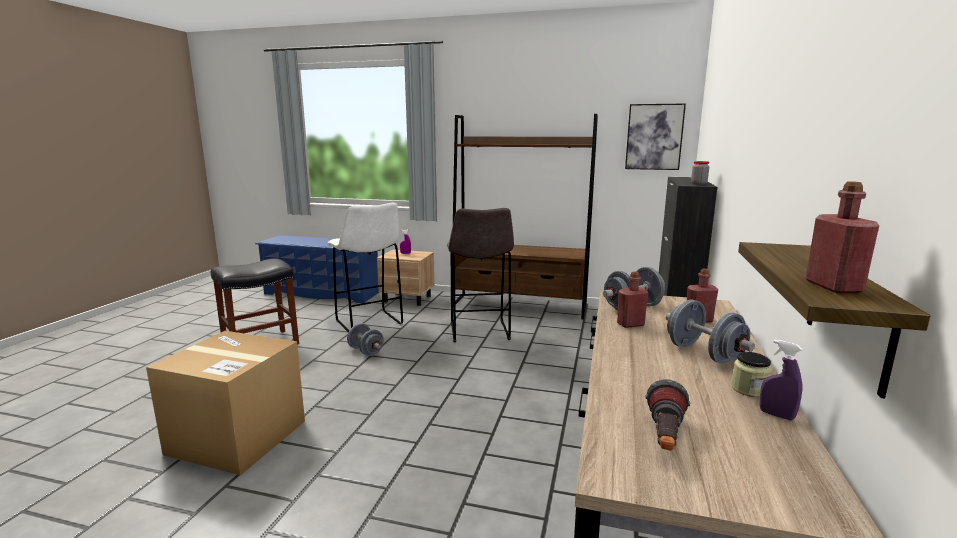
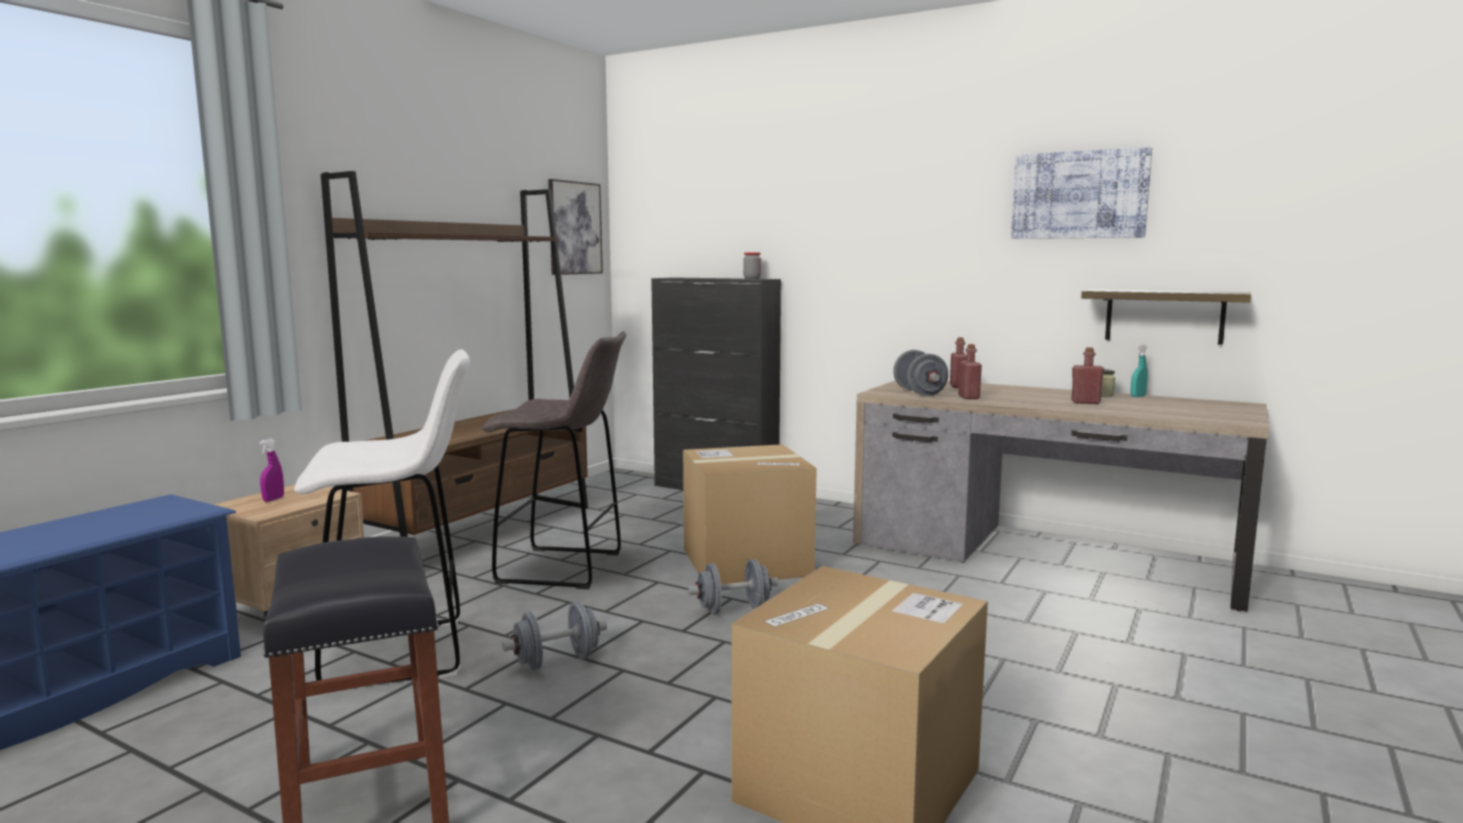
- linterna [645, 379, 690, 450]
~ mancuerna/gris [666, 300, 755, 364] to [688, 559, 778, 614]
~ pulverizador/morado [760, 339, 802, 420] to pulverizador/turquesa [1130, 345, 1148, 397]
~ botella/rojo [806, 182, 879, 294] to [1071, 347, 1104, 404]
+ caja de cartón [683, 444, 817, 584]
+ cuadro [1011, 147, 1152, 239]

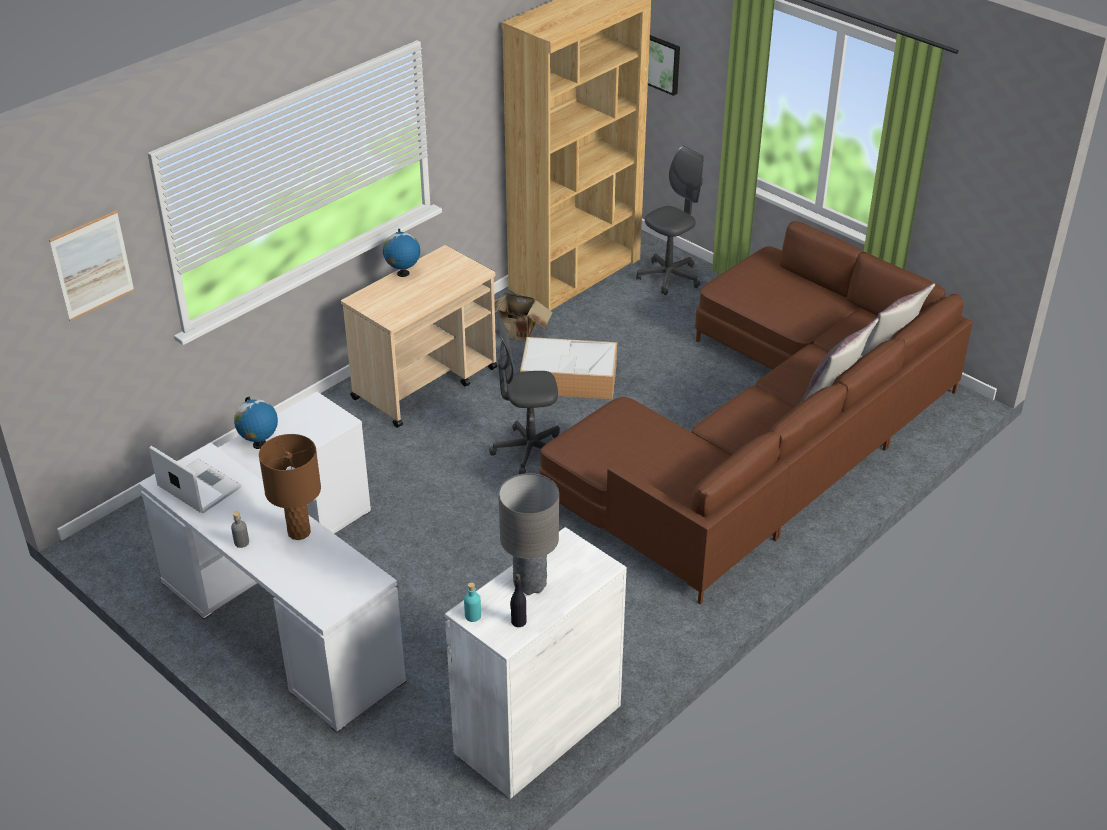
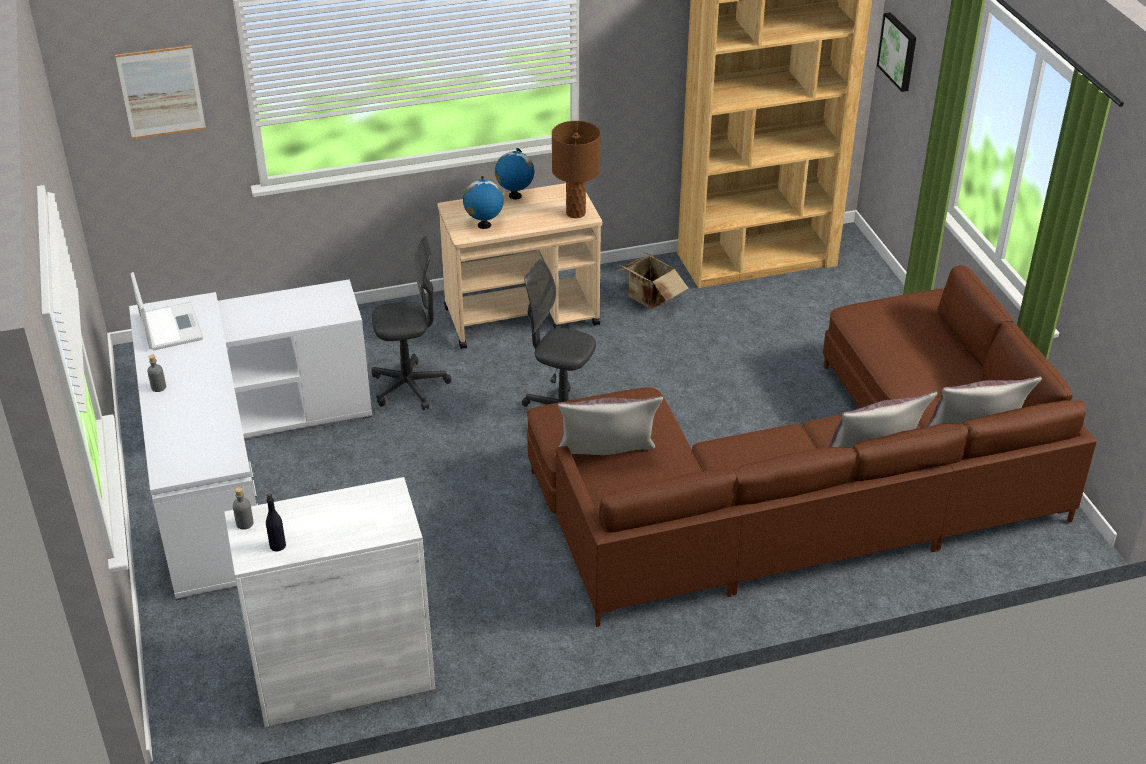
~ globo terráqueo [234, 396, 278, 449] to [463, 176, 504, 229]
~ lámpara de mesa/marrón [259, 434, 321, 540] to [552, 121, 601, 218]
~ botella/turquesa [464, 582, 481, 622] to botella/gris [233, 487, 254, 530]
- lámpara de mesa/gris [498, 473, 559, 595]
- caja de almacenaje [520, 337, 617, 399]
~ silla de oficina/gris [636, 146, 704, 295] to [371, 236, 451, 410]
+ cojín/gris [555, 396, 663, 455]

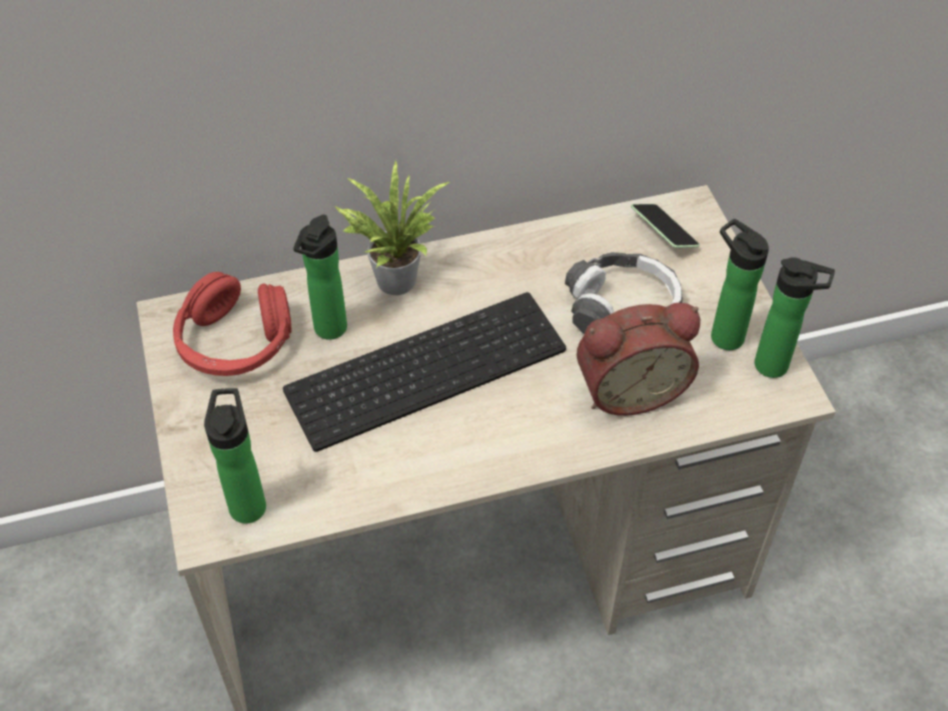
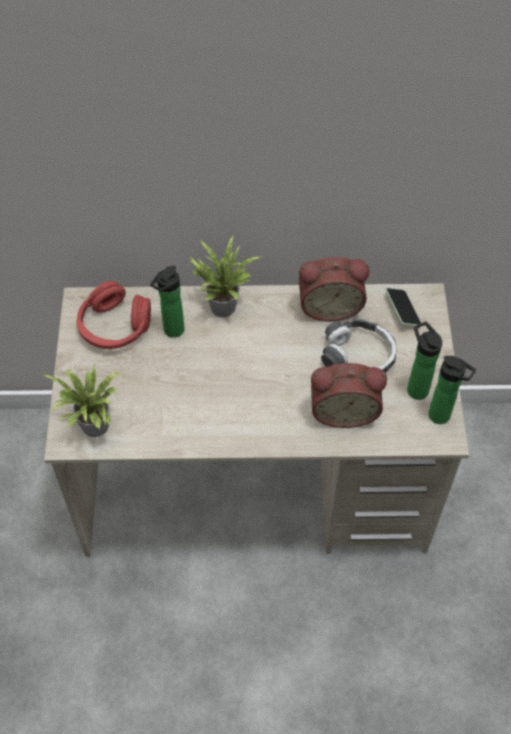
~ botella [204, 388, 266, 524] to planta en maceta [44, 364, 119, 437]
- teclado [283, 292, 566, 452]
+ despertador [299, 257, 370, 322]

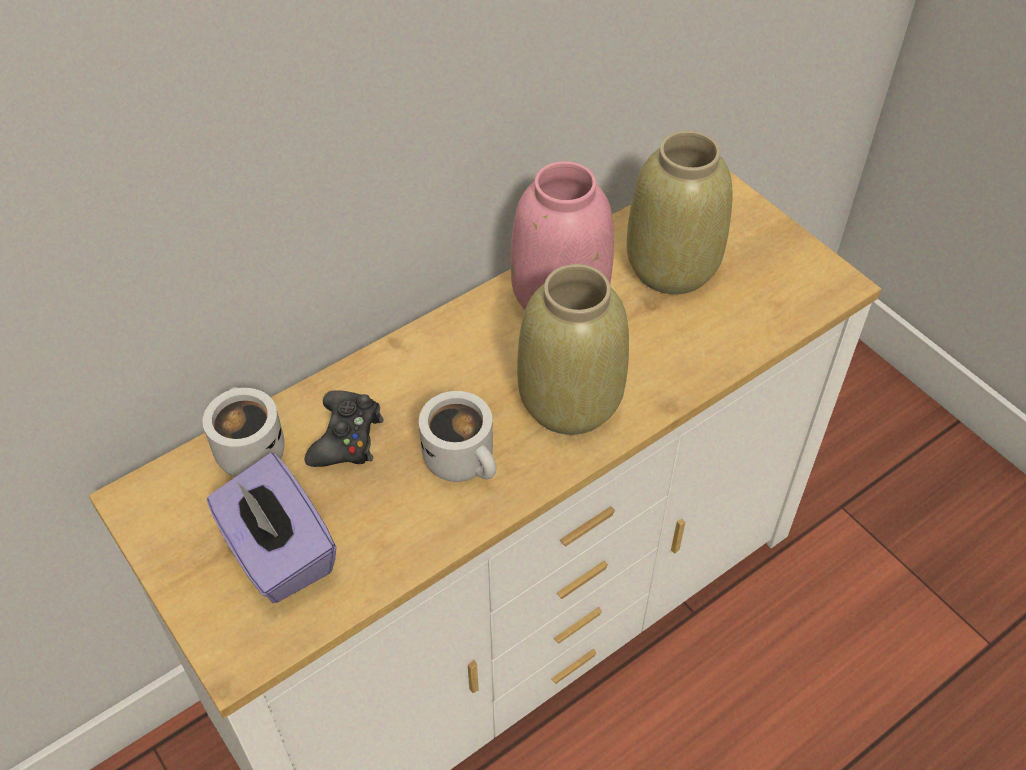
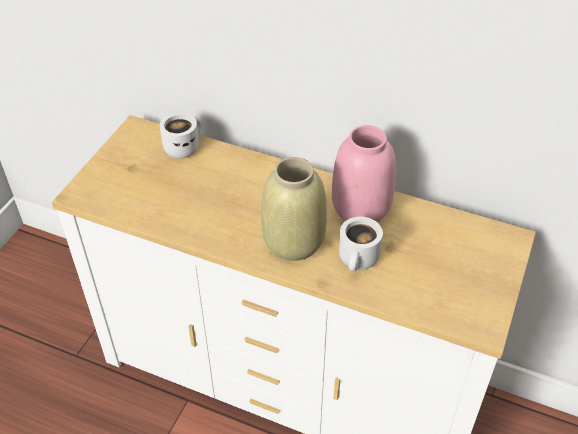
- caja de pañuelos/morado [207, 453, 336, 603]
- mando de consola/negro [305, 390, 384, 467]
~ taza grande/blanco [419, 391, 496, 482] to [339, 217, 383, 272]
- florero/beis [627, 131, 732, 294]

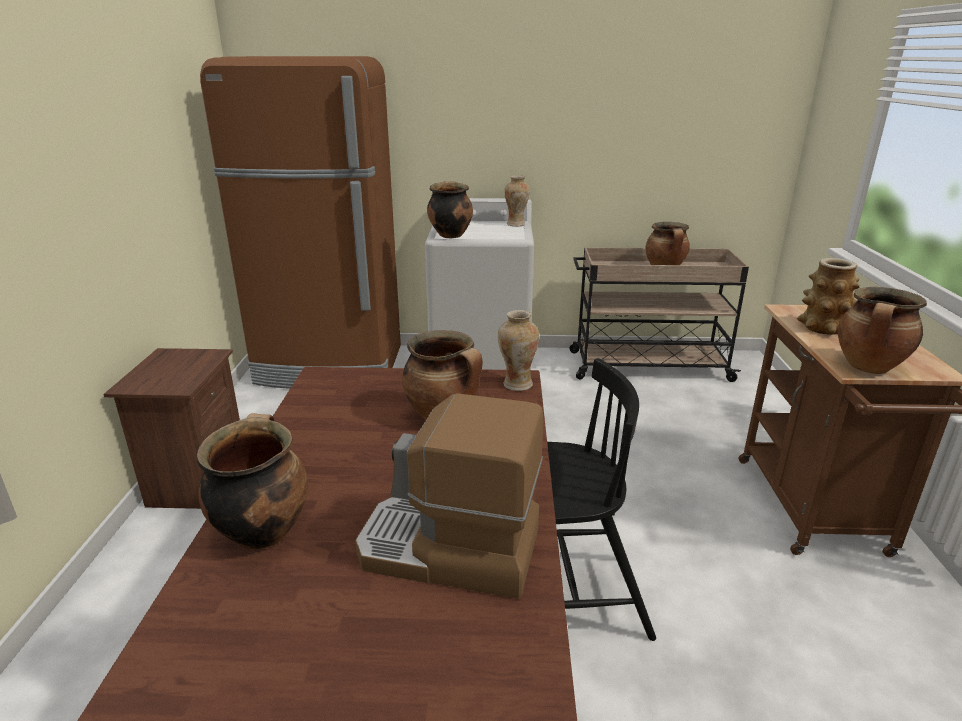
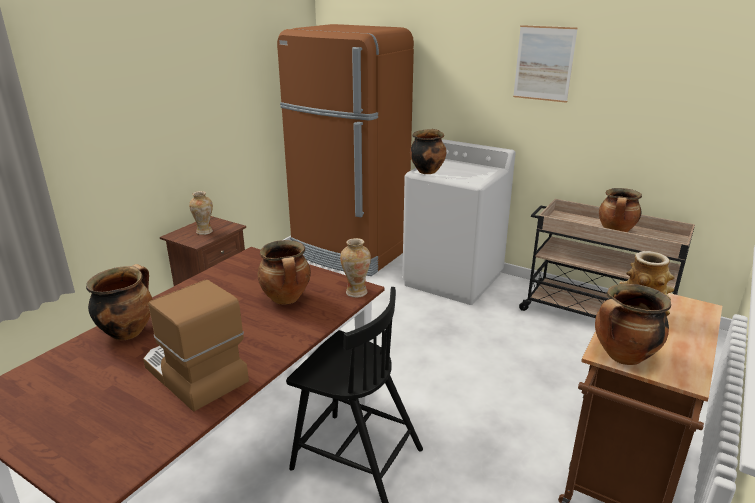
~ florero [505, 175, 530, 226] to [189, 191, 213, 235]
+ cuadro [513, 25, 578, 103]

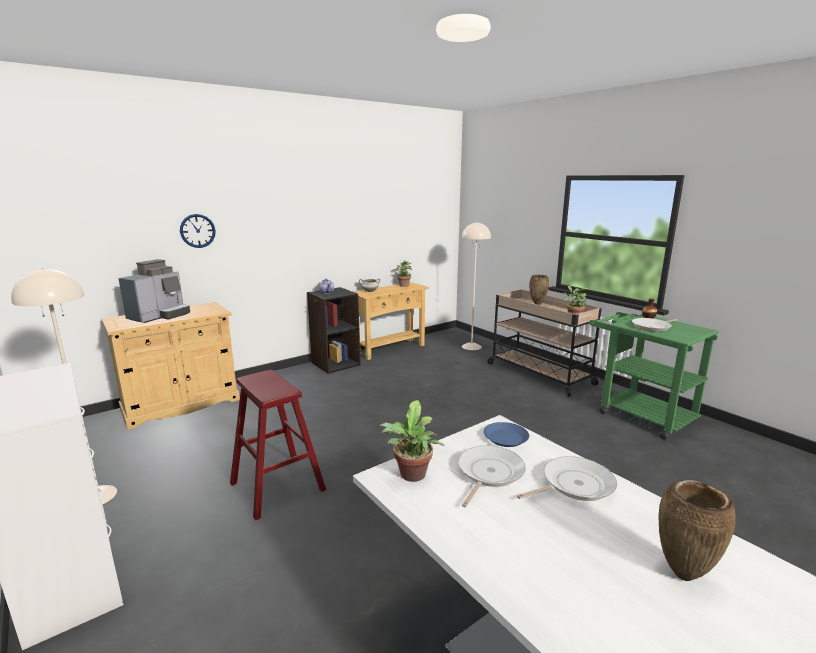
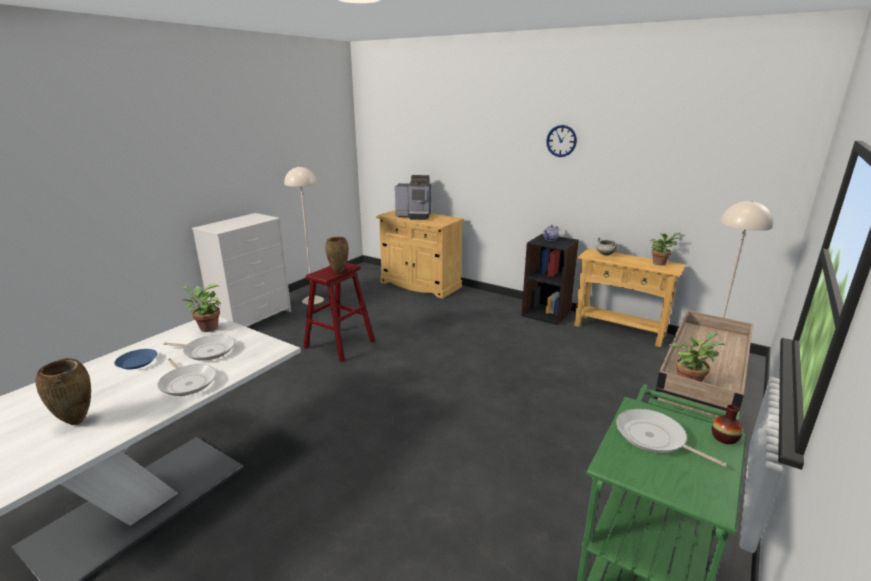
~ reloj de pared [180, 214, 216, 248] to [546, 125, 577, 157]
~ plato/azul [484, 422, 529, 447] to [114, 349, 157, 369]
~ florero/marrón [529, 275, 549, 305] to [325, 237, 349, 273]

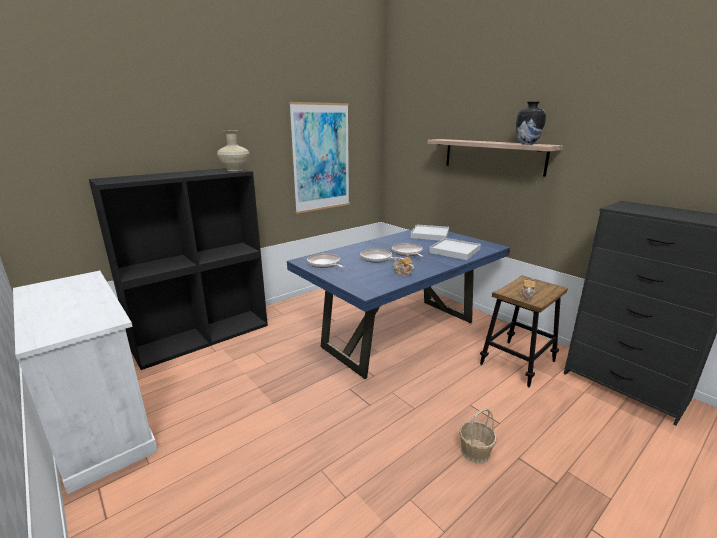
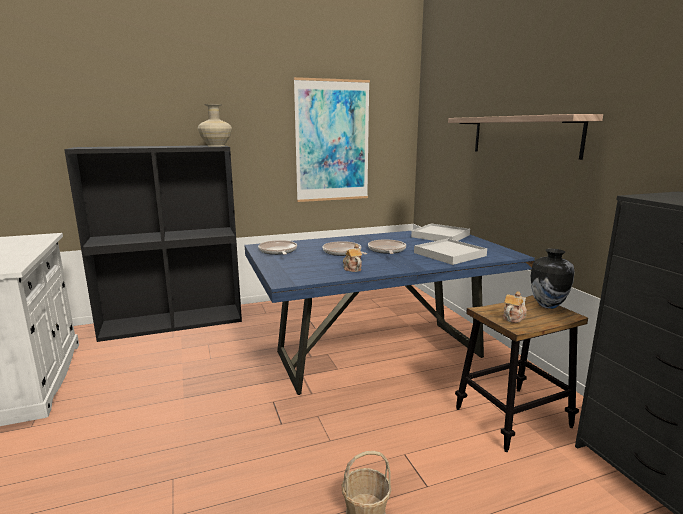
~ florero [516, 102, 546, 145] to [531, 249, 575, 309]

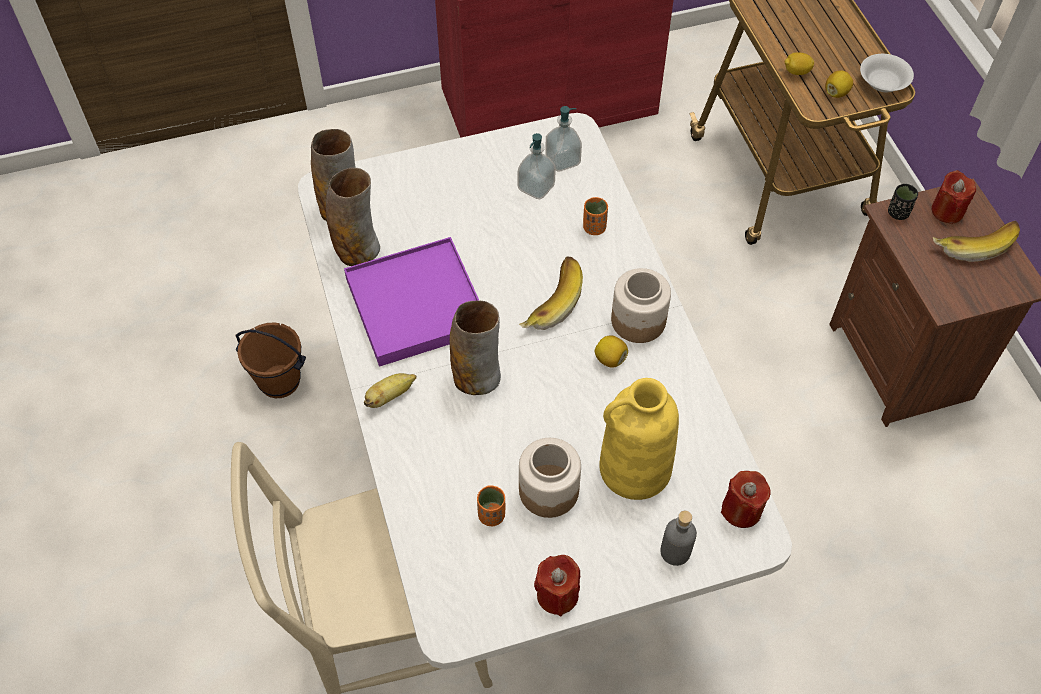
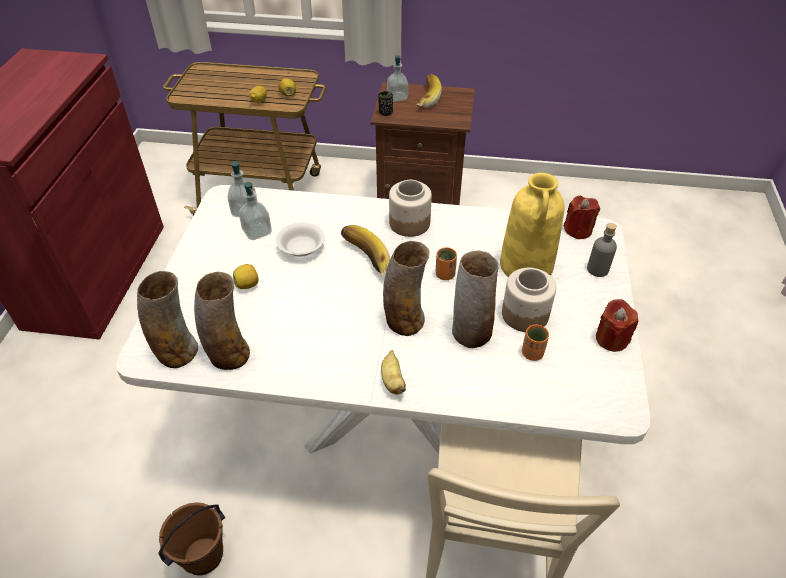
- bandeja/morado [344, 237, 479, 367]
~ taza/naranja [583, 197, 608, 235] to [436, 247, 457, 280]
~ limón [595, 336, 628, 367] to [233, 264, 259, 289]
~ cuenco/blanco [860, 54, 914, 92] to [276, 222, 325, 257]
~ vela/rojo [931, 170, 976, 224] to dispensador de jabón [387, 55, 408, 102]
+ florero [452, 250, 498, 348]

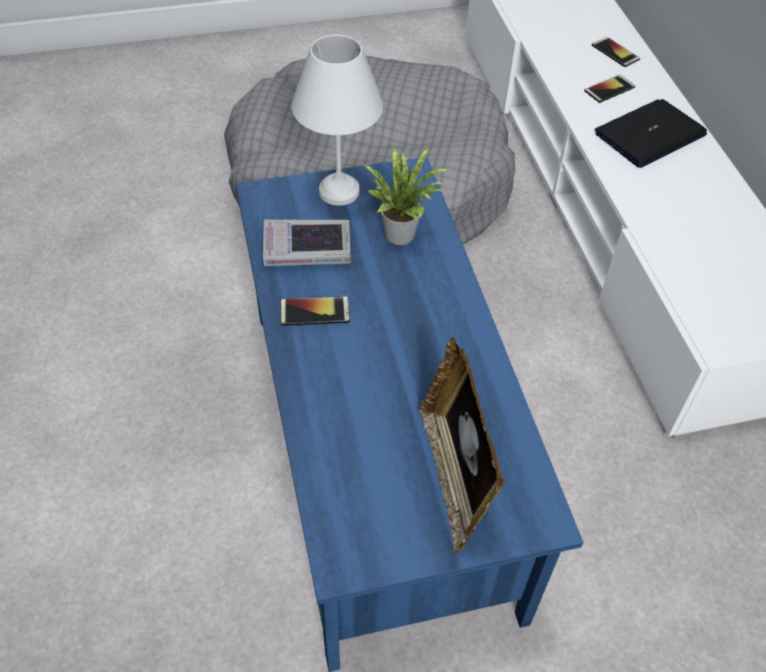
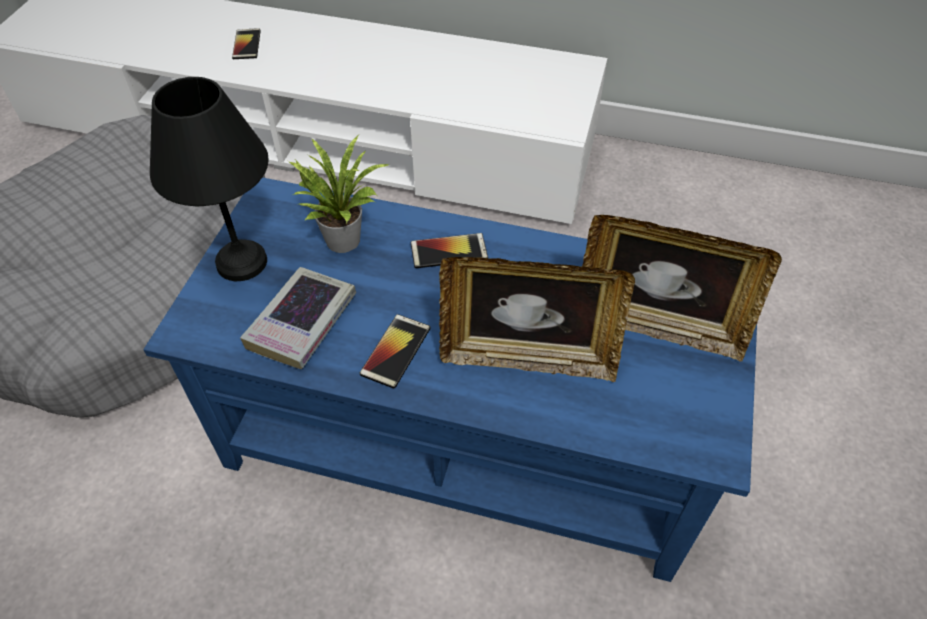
~ lámpara de mesa/blanco [292, 34, 383, 206] to lámpara de mesa/negro [150, 77, 269, 281]
~ móvil [592, 37, 640, 67] to [411, 233, 488, 268]
- portátil [594, 99, 707, 168]
+ portarretratos [439, 257, 635, 382]

